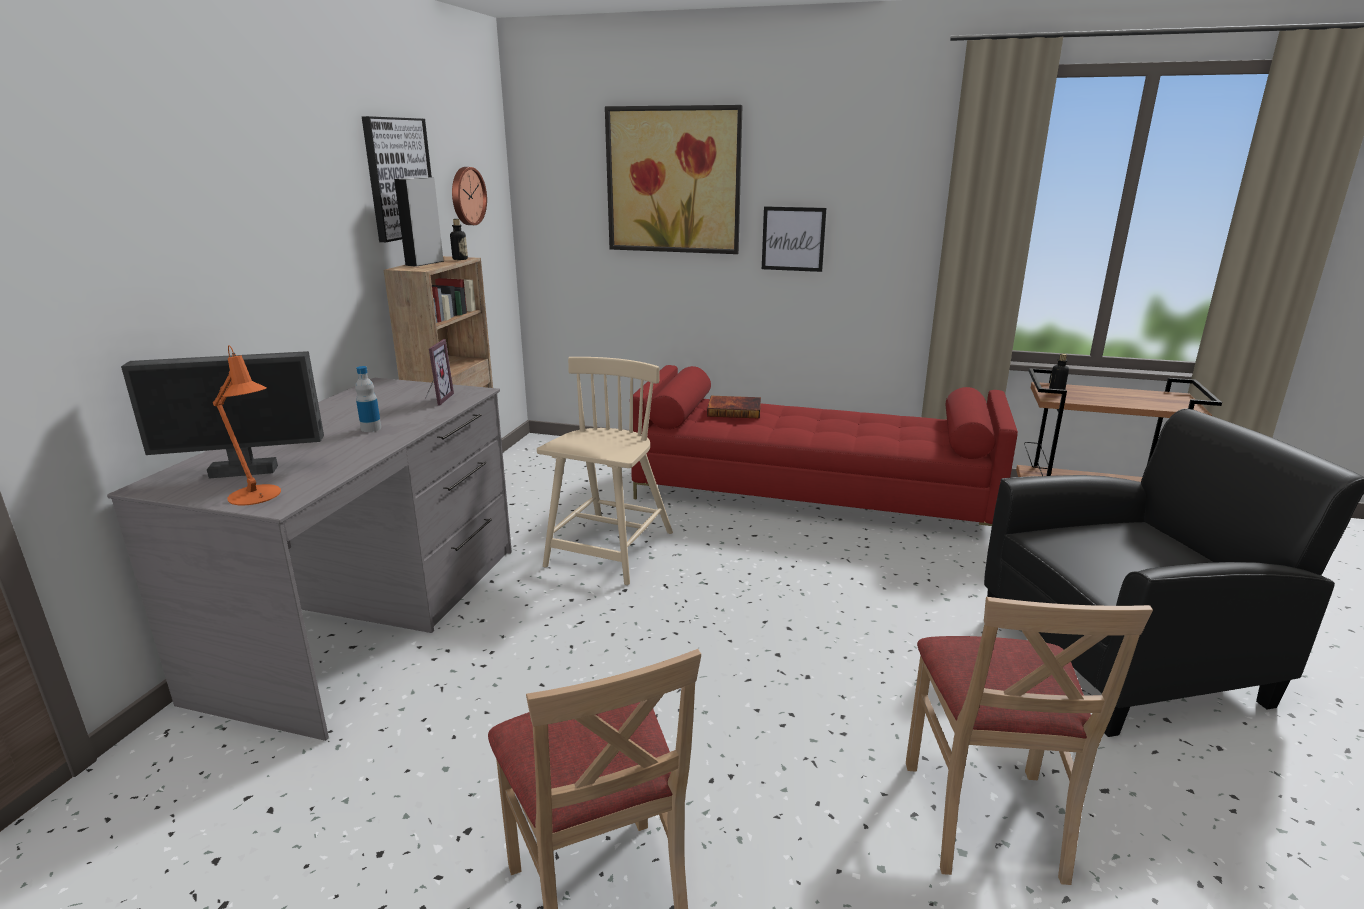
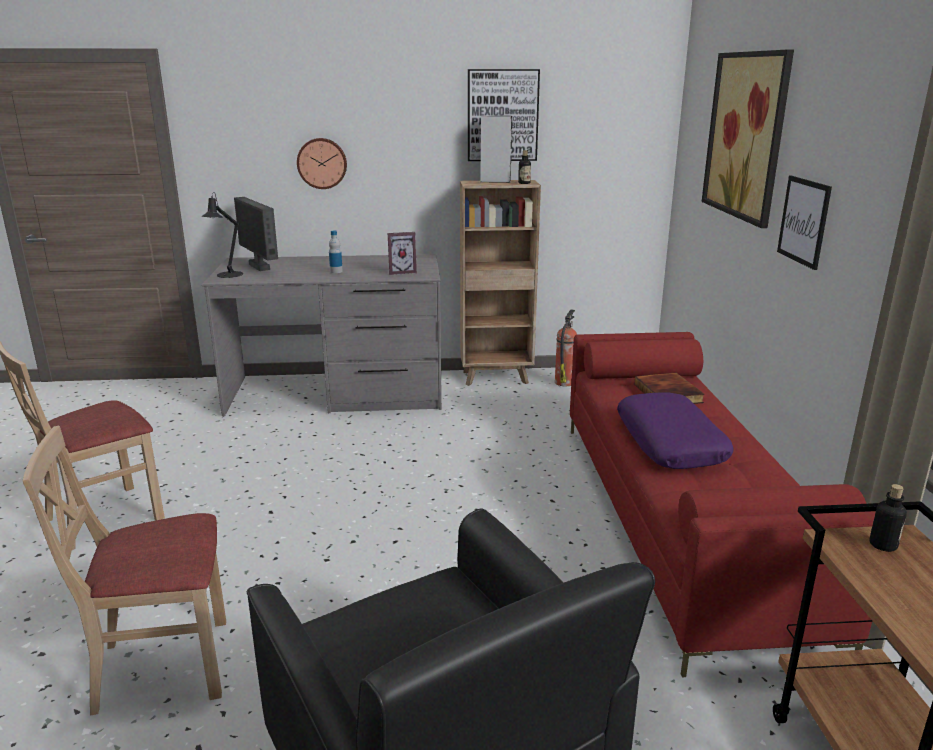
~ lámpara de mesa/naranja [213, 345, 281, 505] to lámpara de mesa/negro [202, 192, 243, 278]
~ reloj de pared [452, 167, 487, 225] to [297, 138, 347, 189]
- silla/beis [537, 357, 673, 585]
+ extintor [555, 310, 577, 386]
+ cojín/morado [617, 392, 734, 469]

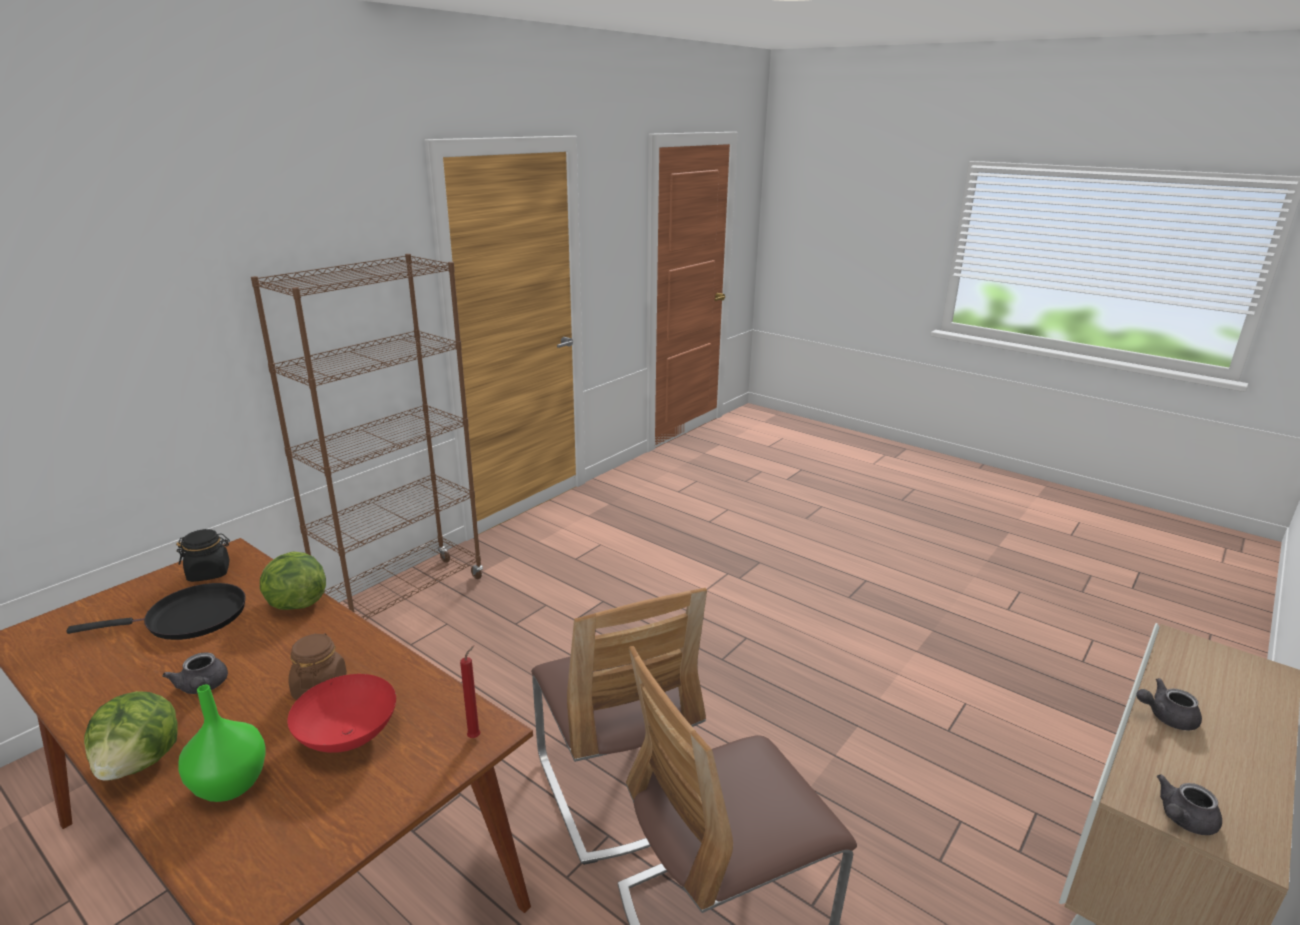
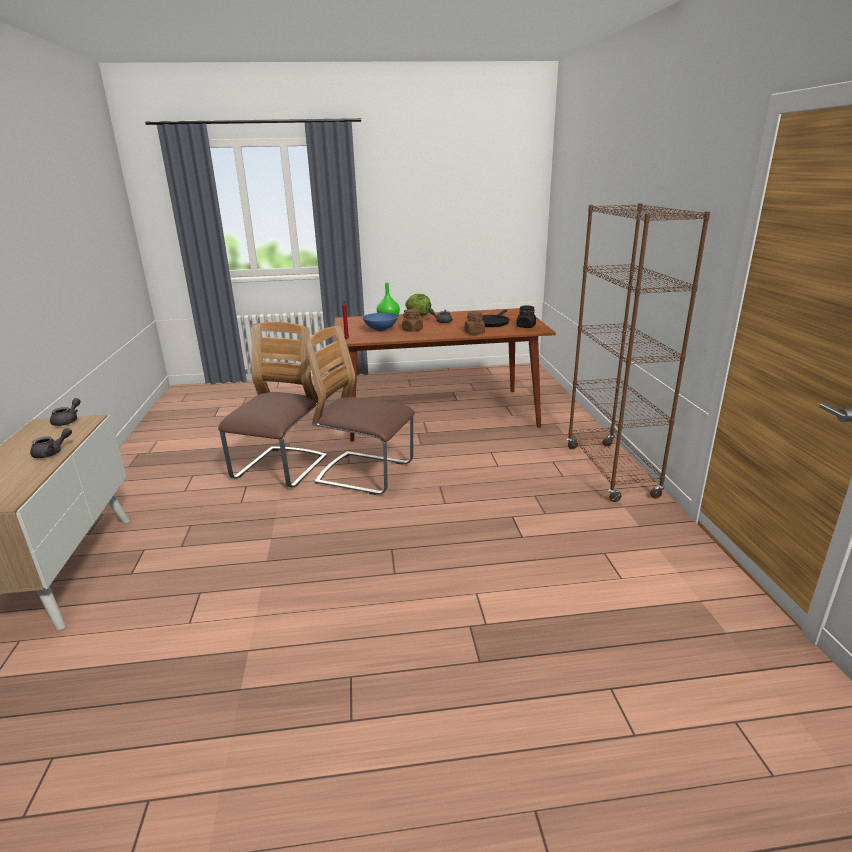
~ lechuga [260, 552, 326, 610] to tarro/marrón [465, 311, 485, 334]
~ cuenco/rojo [287, 674, 396, 753] to cuenco/azul [363, 313, 398, 331]

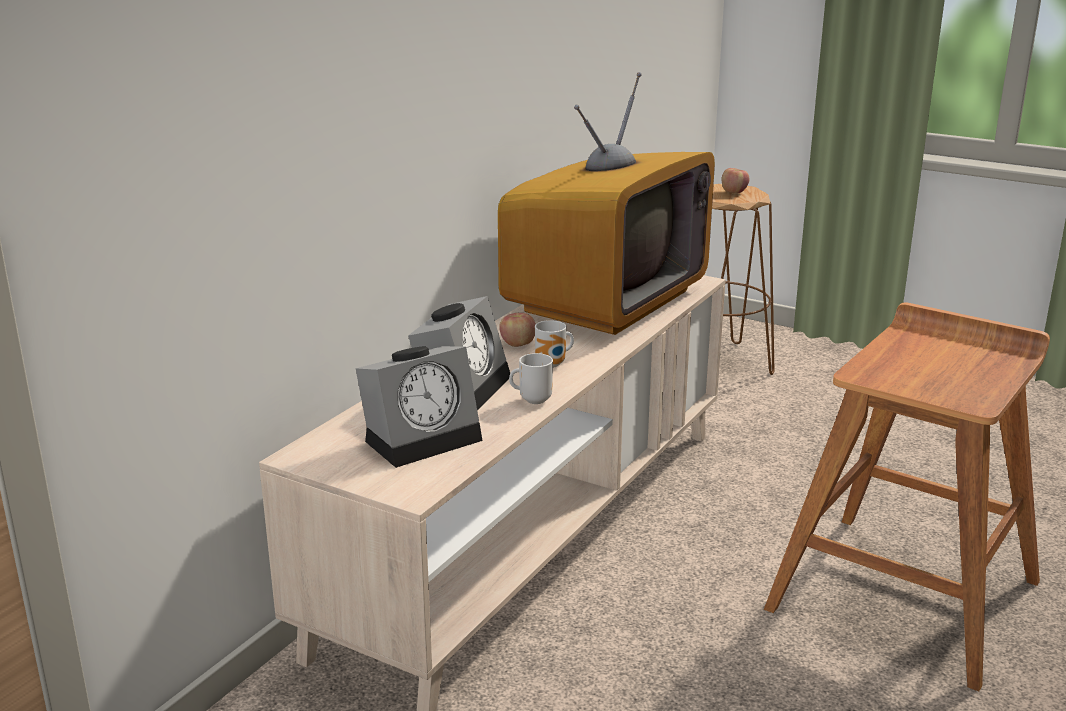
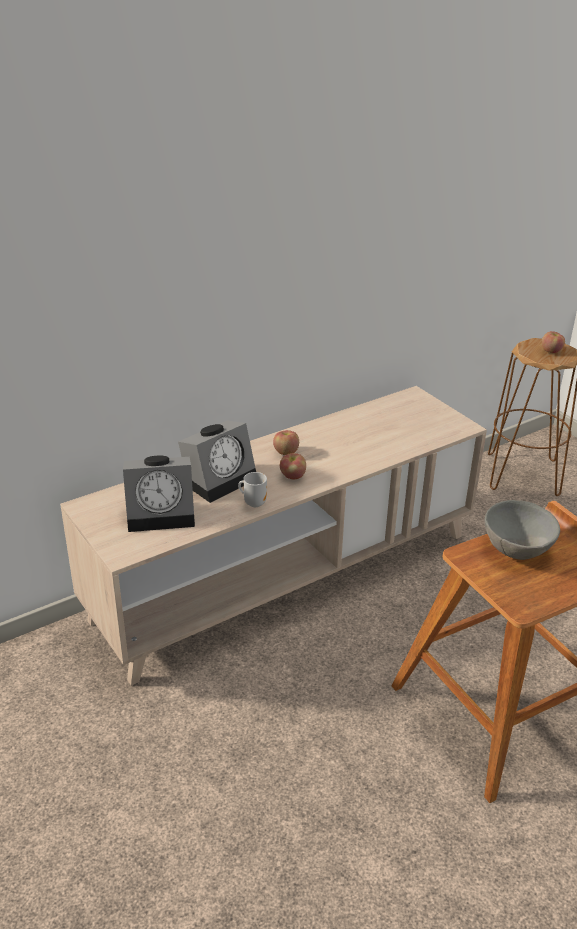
- televisor [498, 72, 715, 335]
~ taza grande [535, 320, 574, 368] to manzana [280, 453, 306, 479]
+ cuenco/gris [485, 500, 560, 560]

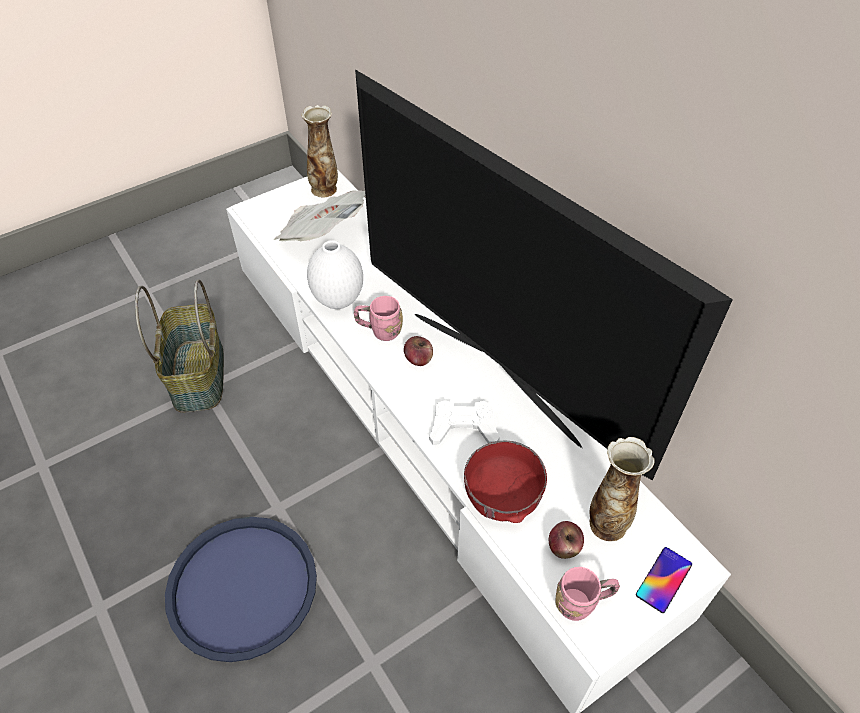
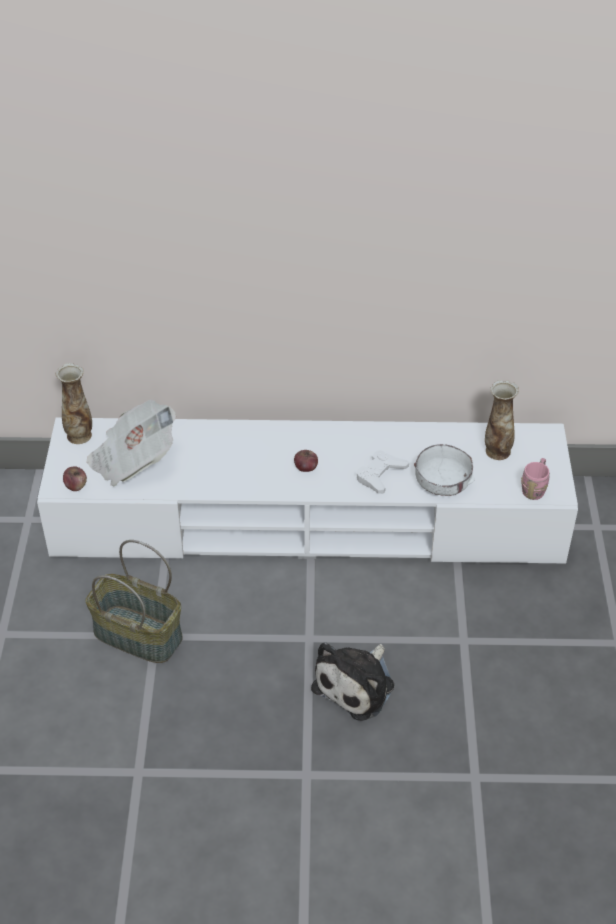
~ bandeja/azul [165, 517, 317, 662] to peluche [311, 642, 394, 721]
- florero/blanco [307, 240, 363, 309]
- taza grande/rosa [354, 296, 403, 341]
- televisor [355, 70, 733, 480]
~ cuenco/rojo [464, 441, 547, 523] to cuenco/blanco [414, 444, 475, 496]
~ manzana [549, 521, 584, 559] to [63, 466, 87, 491]
- móvil [636, 547, 692, 613]

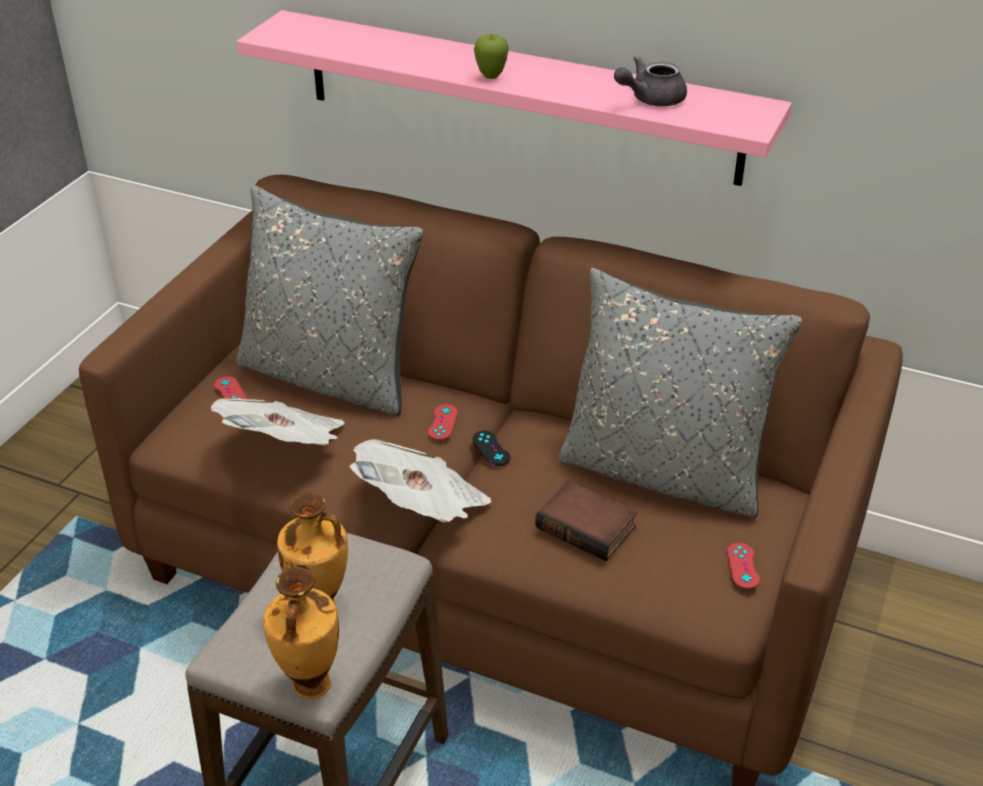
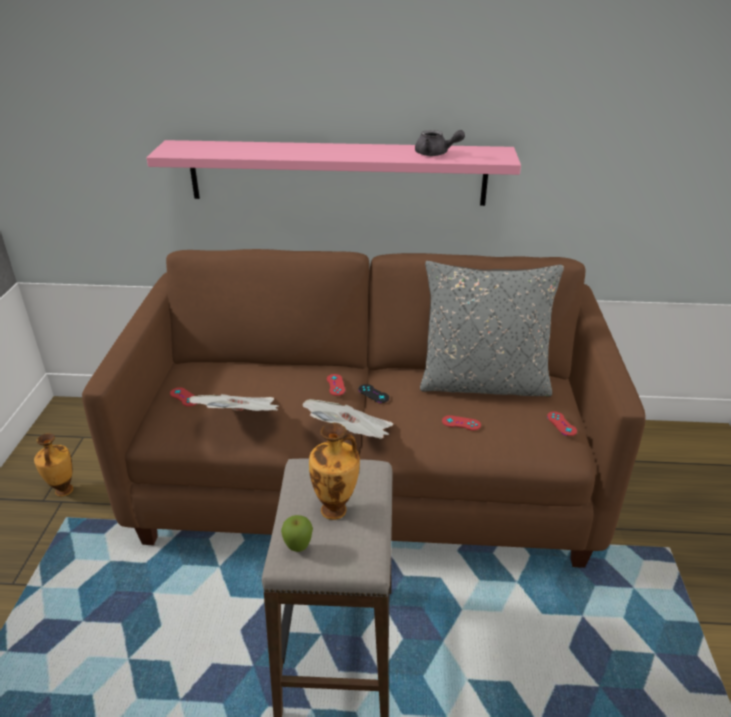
- cojín/gris [236, 185, 424, 416]
~ florero [263, 567, 339, 699] to [34, 433, 73, 496]
~ manzana [474, 34, 509, 79] to [281, 515, 313, 552]
~ libro [535, 480, 637, 561] to mando de consola/rojo [442, 415, 481, 431]
~ tetera/gris [614, 56, 687, 106] = [415, 130, 465, 156] 105 degrees counterclockwise

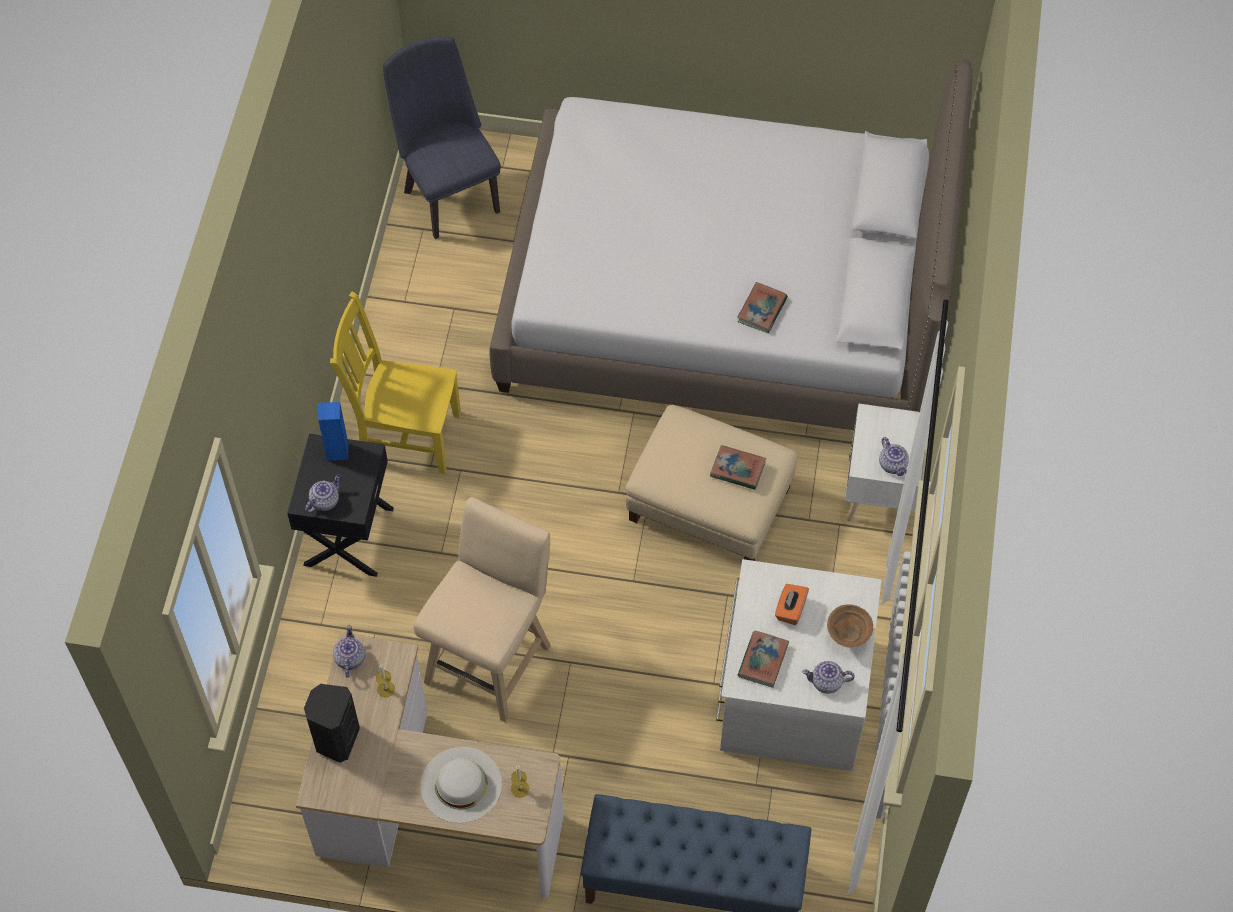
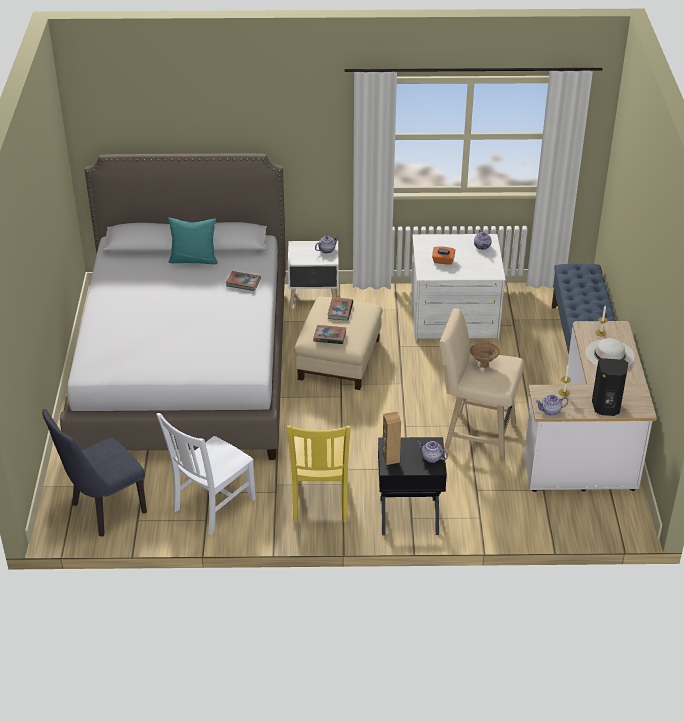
~ altavoz/azul [318, 402, 348, 461] to altavoz/marrón [382, 412, 401, 465]
~ libro [738, 631, 789, 688] to [313, 325, 346, 344]
~ cuenco/marrón [827, 604, 873, 647] to [470, 342, 500, 368]
+ silla/blanco [156, 413, 256, 535]
+ cojín/turquesa [168, 218, 218, 264]

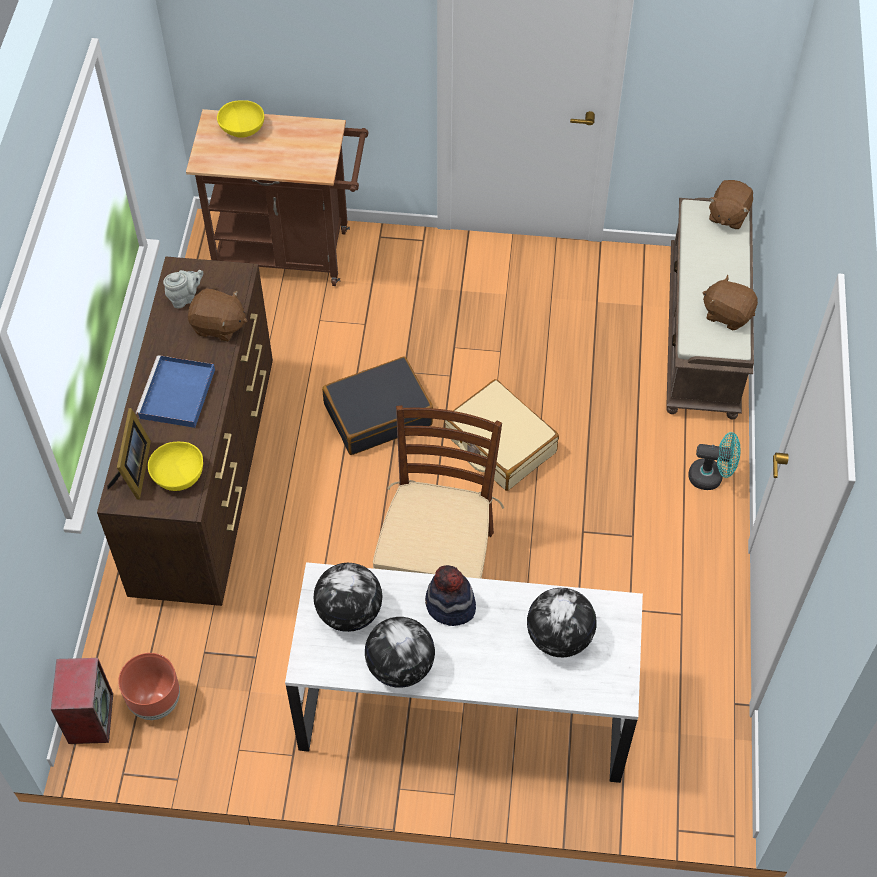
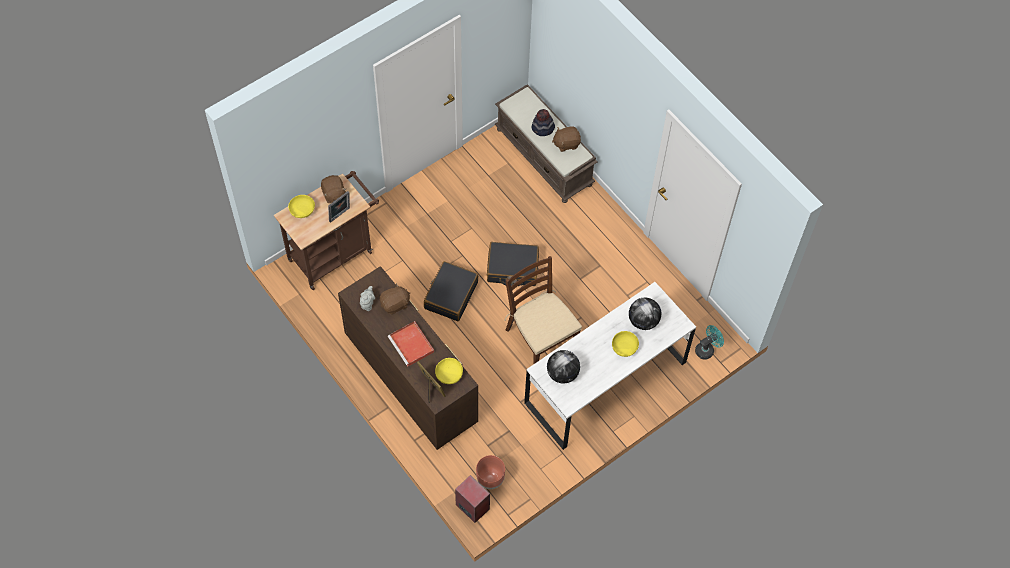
~ bandeja/azul [136, 355, 215, 428] to bandeja/rojo [388, 321, 434, 366]
- globo terráqueo [365, 617, 435, 688]
~ sombrero [425, 565, 476, 626] to [532, 109, 555, 136]
~ maleta/beis [444, 379, 559, 491] to maleta/negro [487, 242, 539, 286]
~ ventilador/turquesa [688, 432, 740, 490] to [695, 325, 724, 360]
~ peluche/marrón [709, 180, 753, 229] to [321, 175, 346, 203]
+ portarretratos [328, 191, 350, 223]
+ cuenco/amarillo [612, 331, 639, 357]

